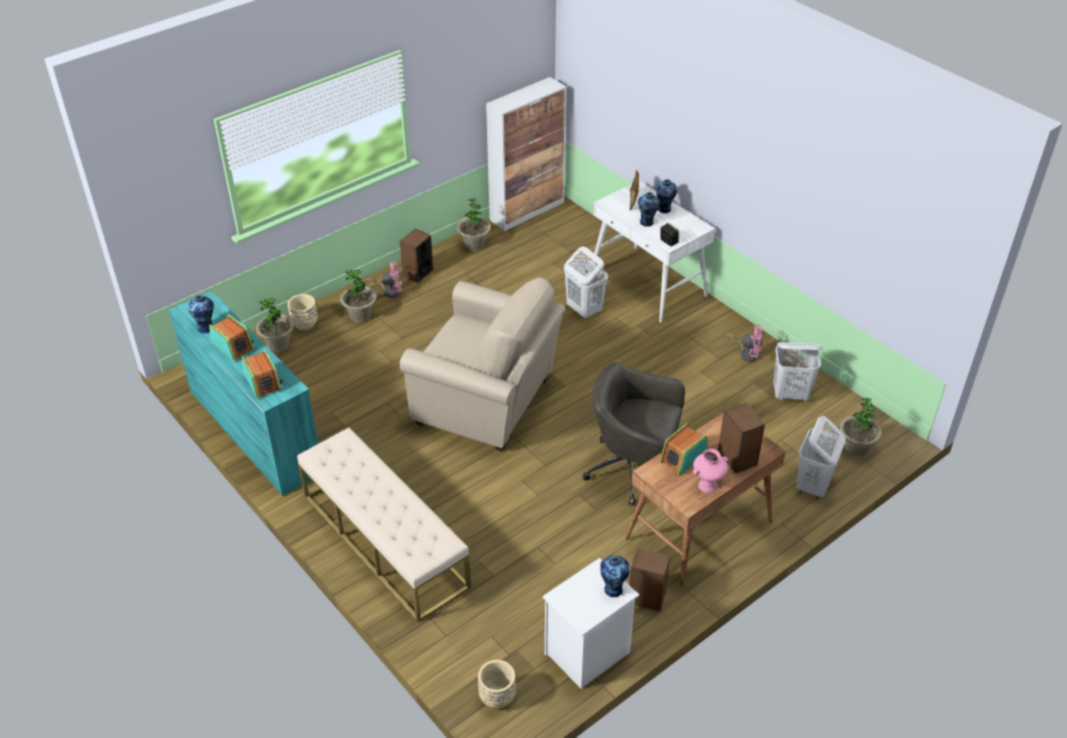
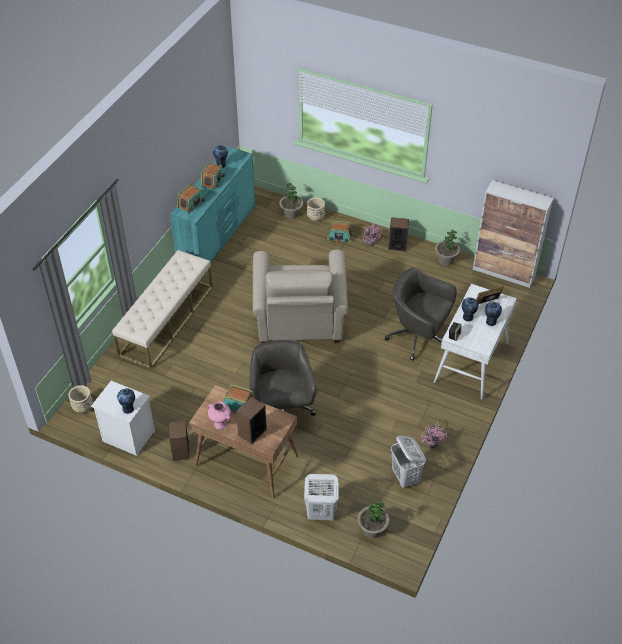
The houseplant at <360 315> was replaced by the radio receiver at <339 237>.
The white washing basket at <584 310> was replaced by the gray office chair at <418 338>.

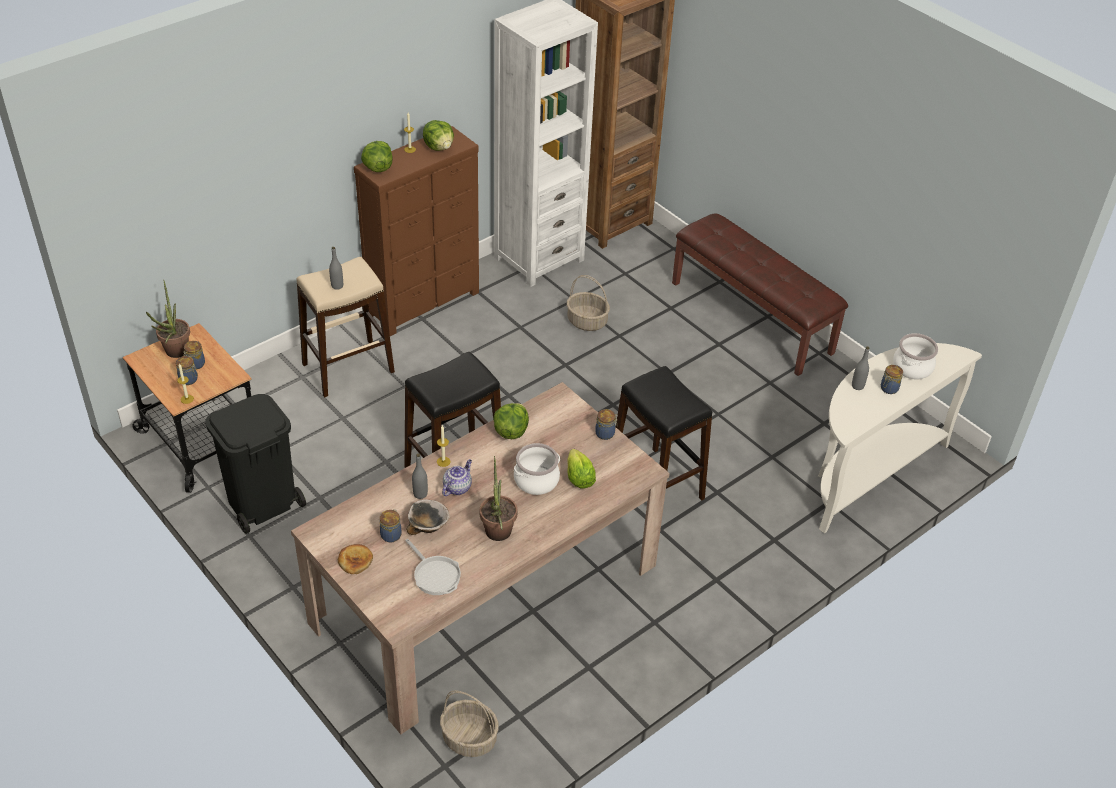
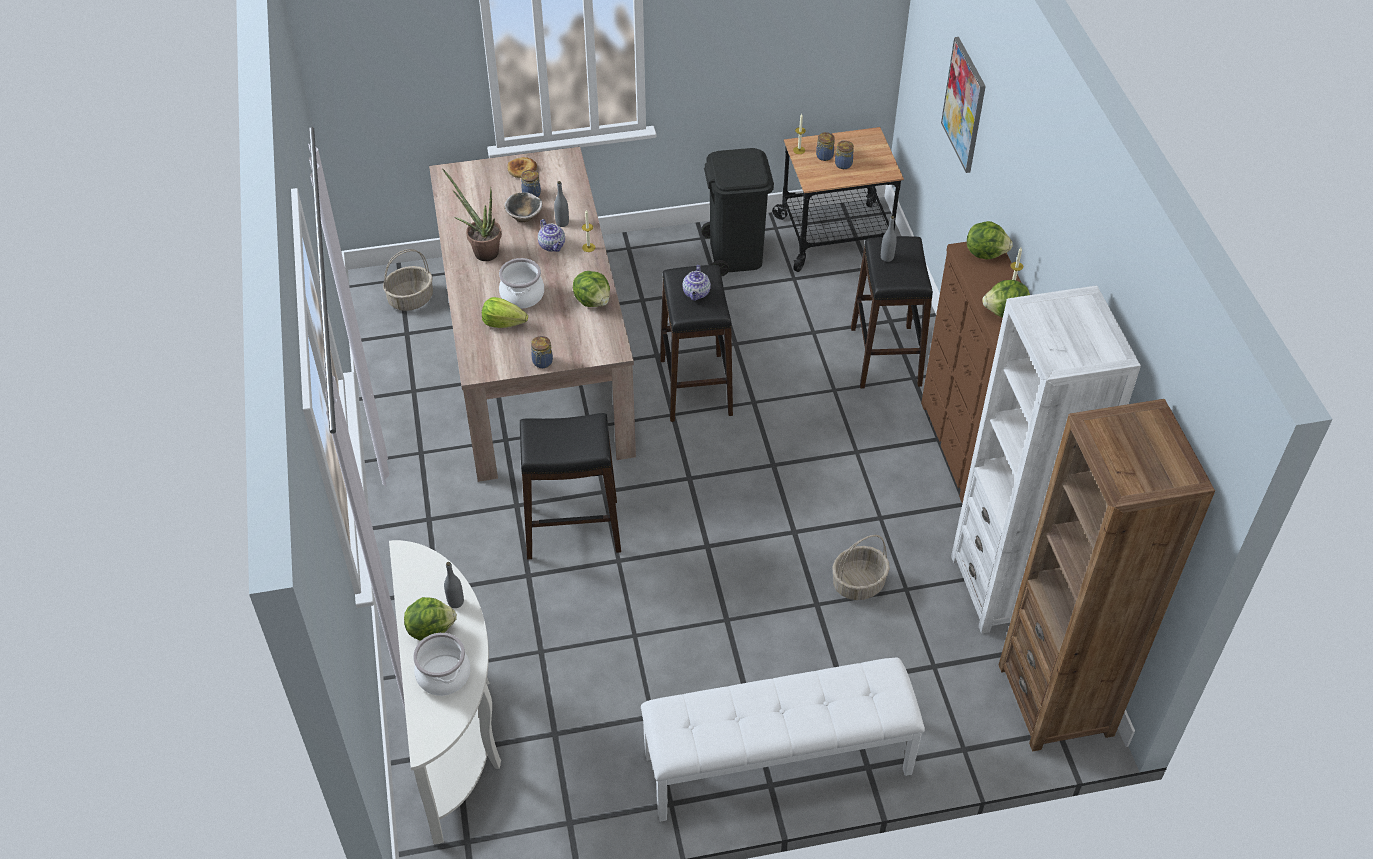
The houseplant at <175 354> disappeared.
The frying pan at <435 575> disappeared.
The tea pot at <696 293> appeared.
The wall art at <964 105> appeared.
The jar at <888 389> was replaced by the head of lettuce at <430 629>.
The beige-coloured stool at <348 368> became the black-coloured stool at <885 356>.
The brownish long seat at <752 317> became the white long seat at <777 765>.

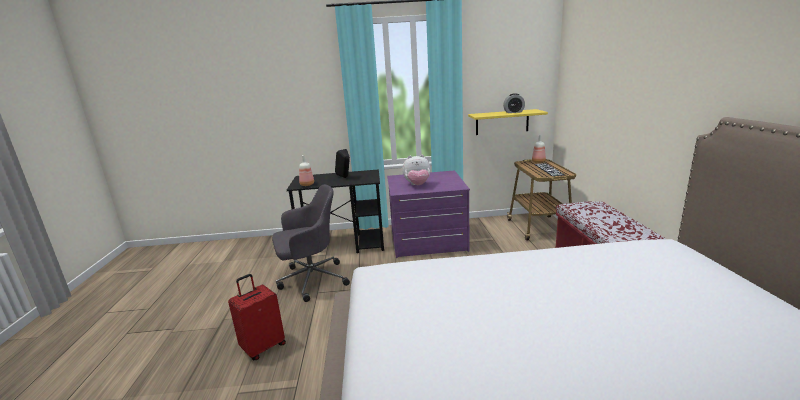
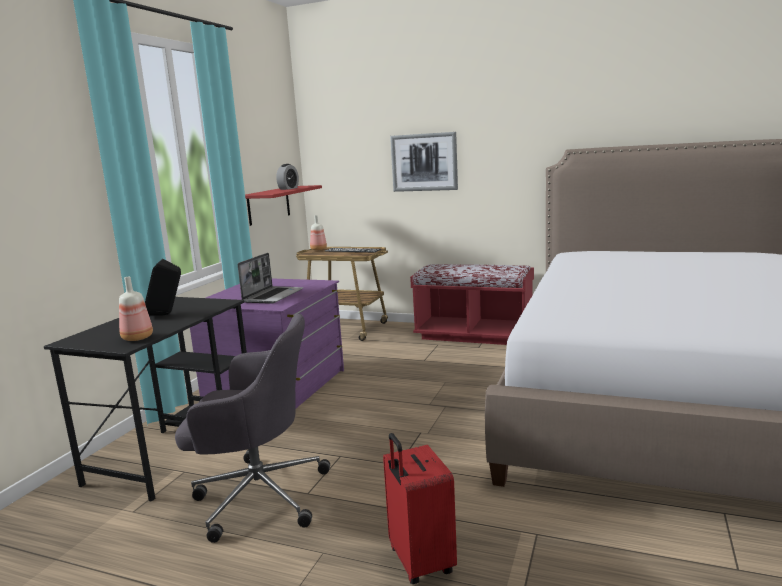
The wall art at <424 162> appeared.
The soft toy at <417 185> was replaced by the portable computer at <273 296>.
The yellow-coloured wall shelf at <502 122> became the red wall shelf at <269 205>.
The gray office chair at <311 280> turned 90 degrees clockwise.

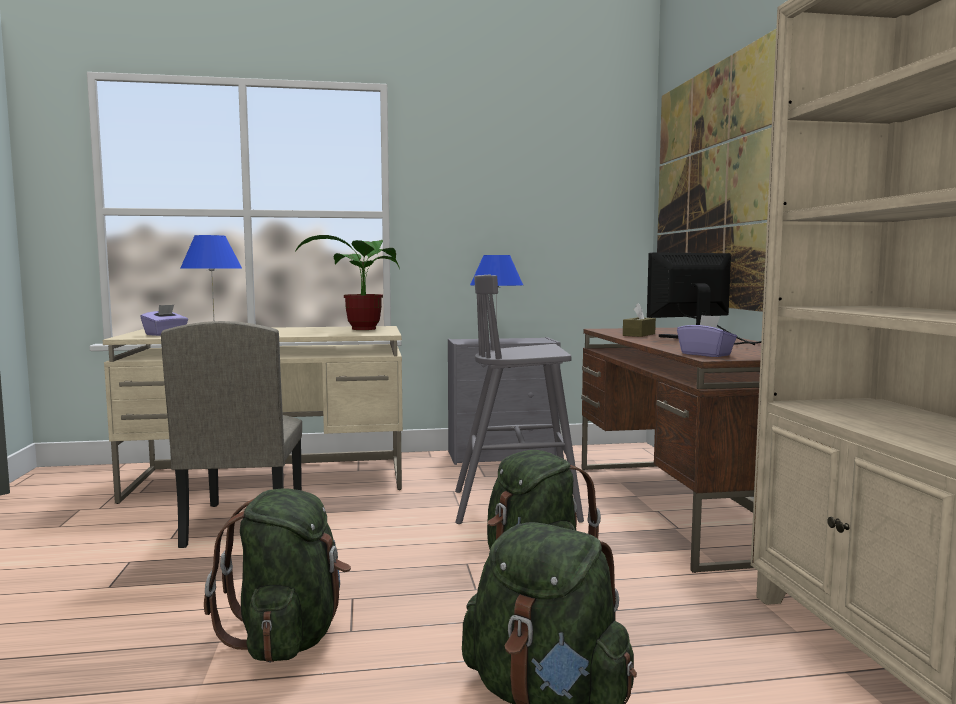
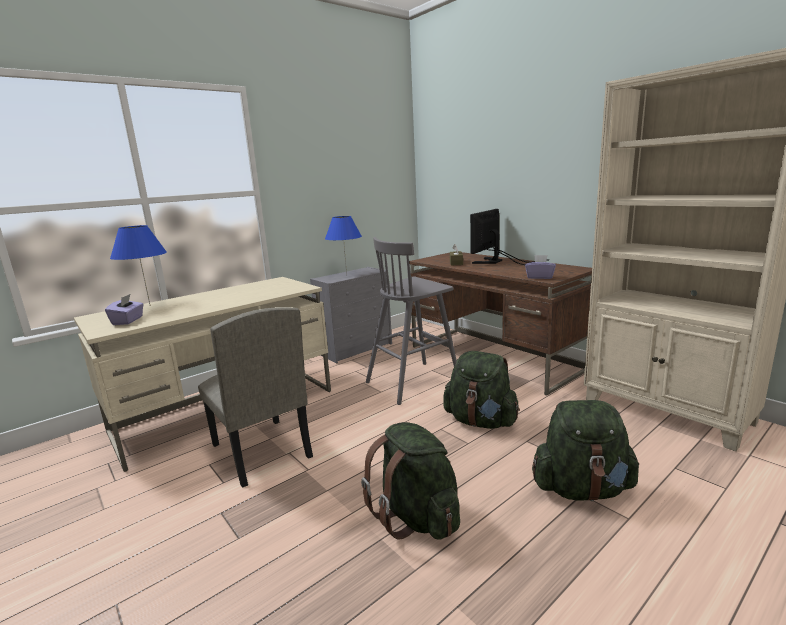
The houseplant at <358 329> disappeared.
The wall art at <708 188> disappeared.

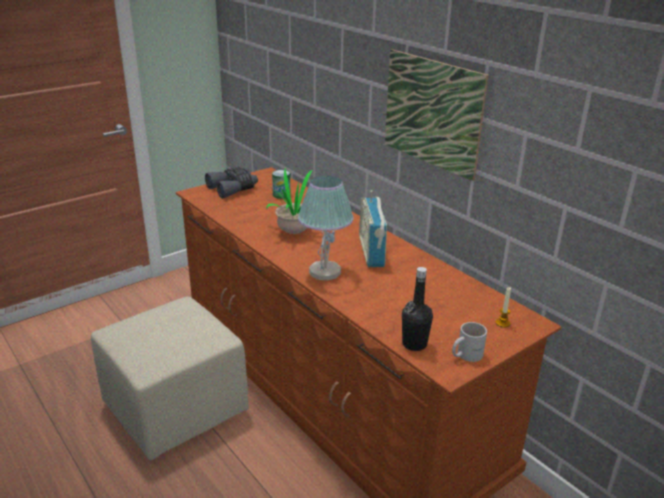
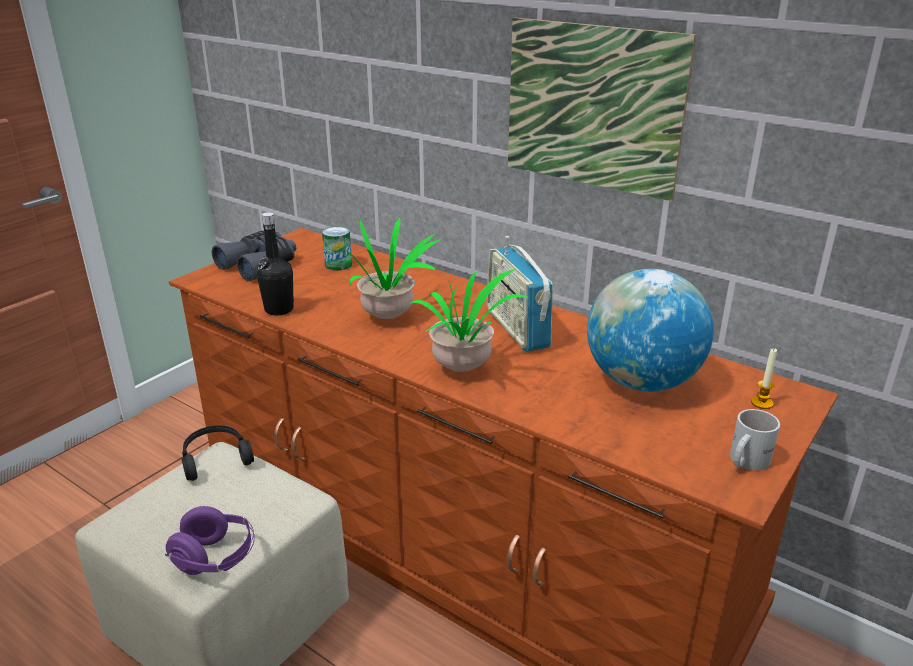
The purplish headset at <215 559> appeared.
The black-coloured headset at <215 458> appeared.
The desk globe at <641 382> appeared.
The black-coloured beverage bottle moved from <414 344> to <279 309>.
The tabletop lamp at <324 272> was replaced by the houseplant at <466 369>.

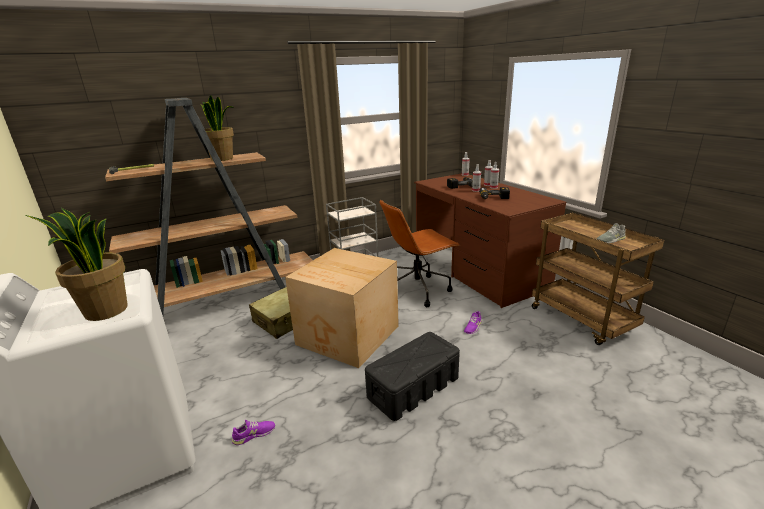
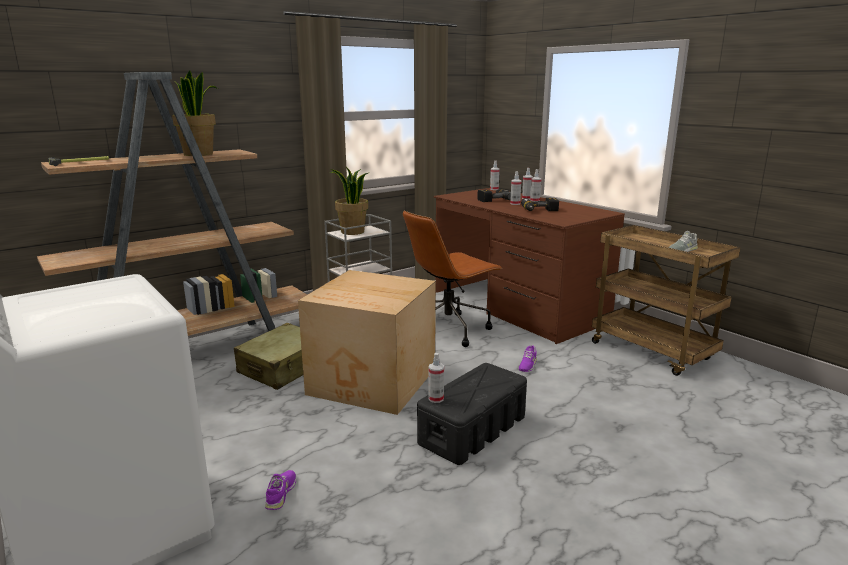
The spray bottle at <436 398> appeared.
The houseplant moved from <105 311> to <352 232>.
The purplish shoe at <254 434> turned 45 degrees counterclockwise.

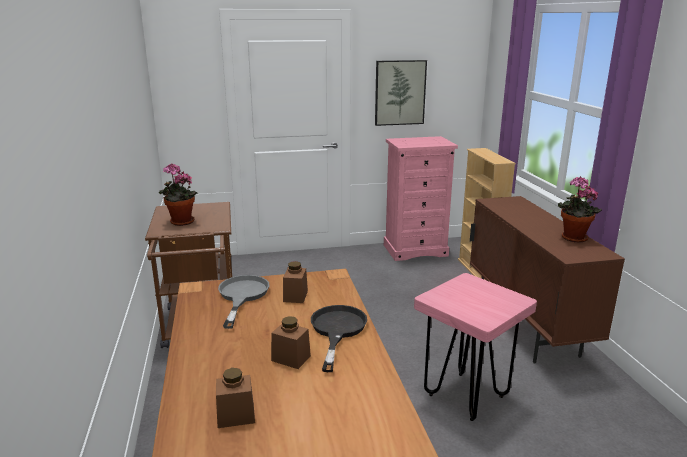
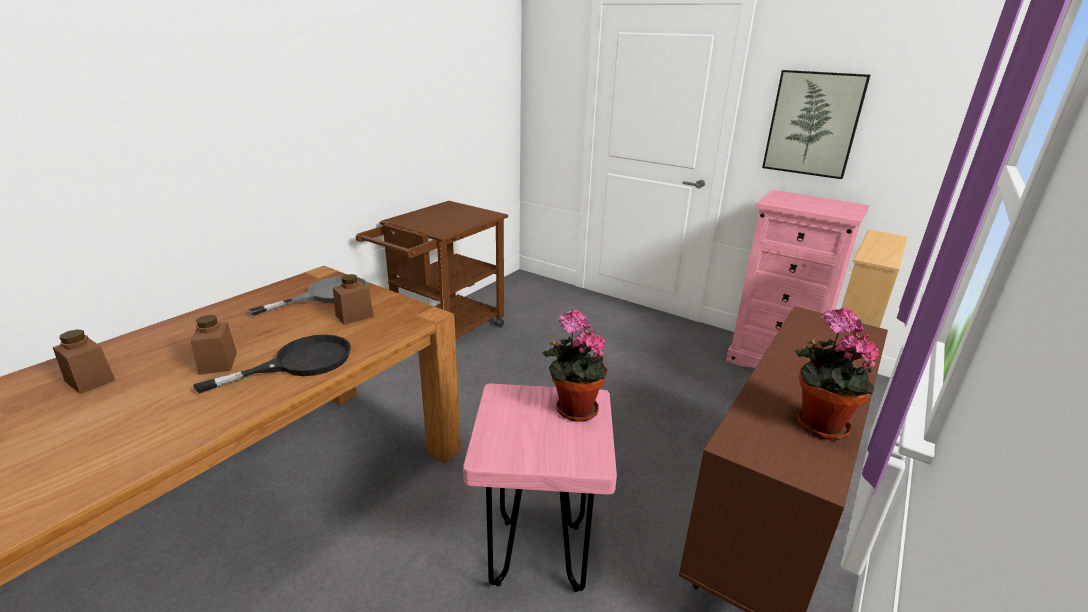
The houseplant moved from <180 222> to <572 409>.

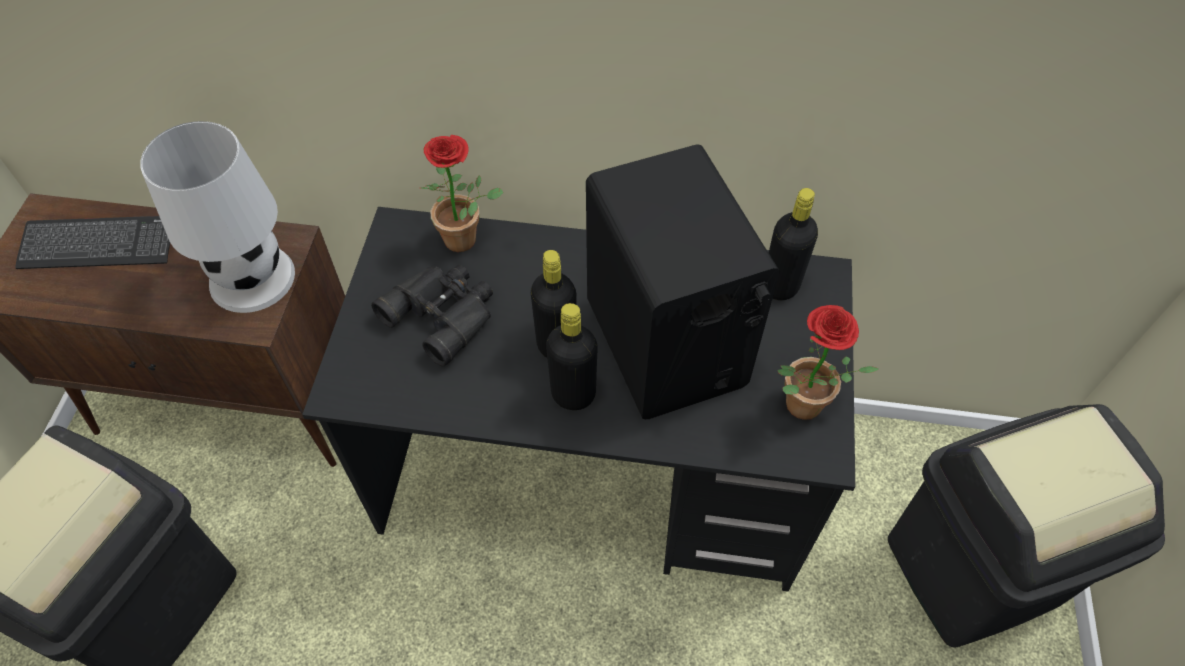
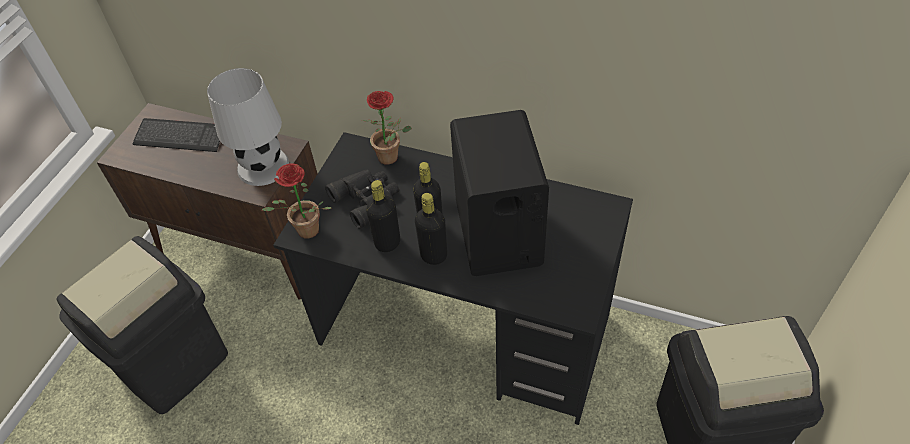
The black-coloured beverage bottle moved from <780 286> to <387 243>.
The houseplant moved from <801 411> to <305 233>.

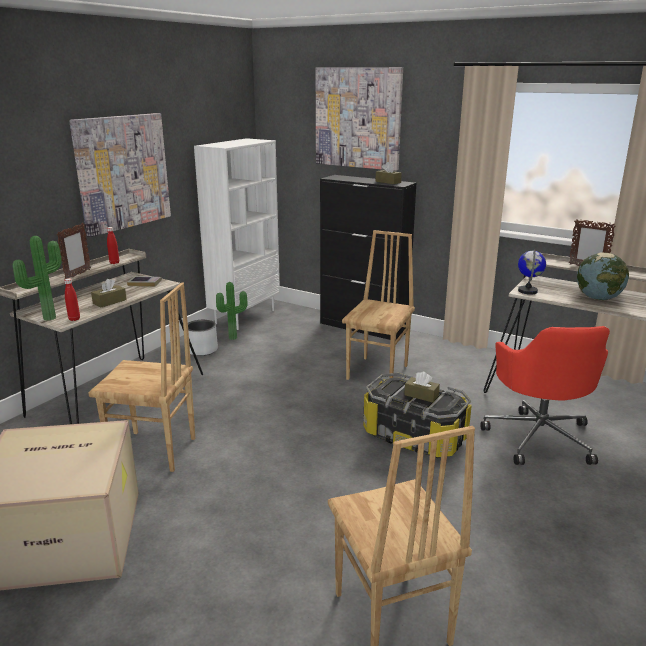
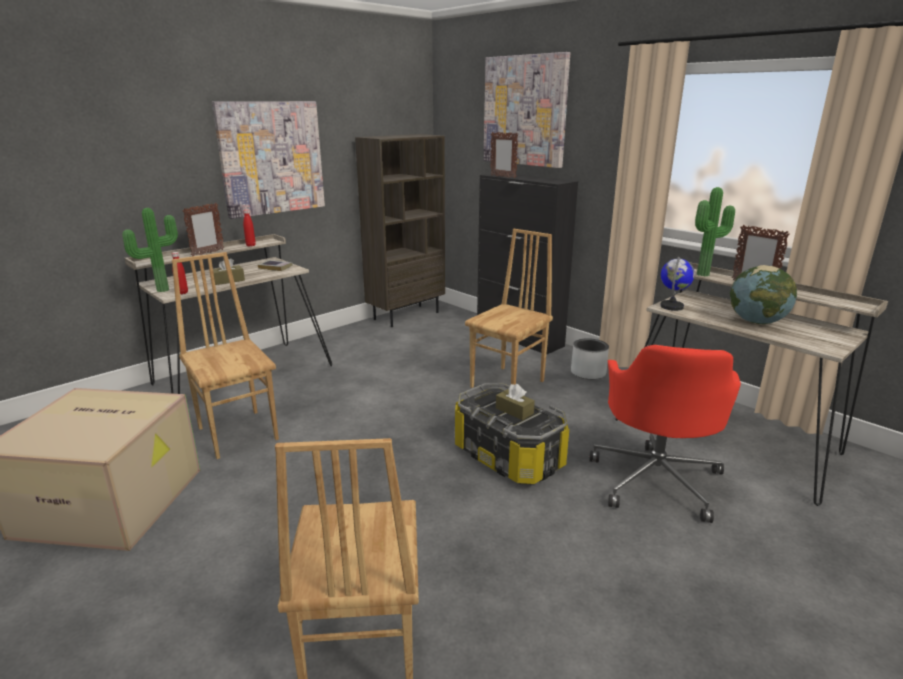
The brownish box of tissues at <388 182> disappeared.
The picture frame at <503 176> appeared.
The gray plant pot moved from <202 350> to <588 373>.
The houseplant moved from <234 338> to <705 275>.
The white bookcase at <245 316> became the brownish bookcase at <406 315>.
The brownish chair at <153 452> turned 150 degrees counterclockwise.

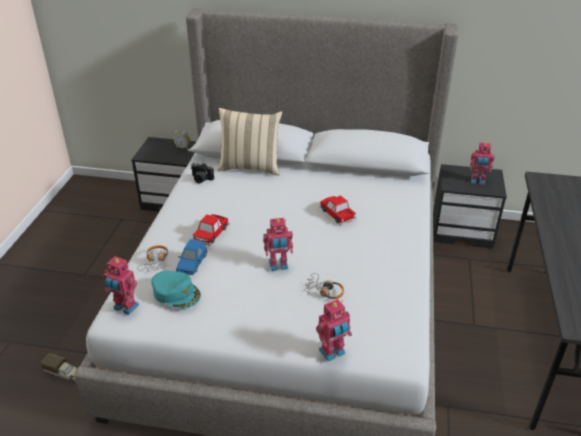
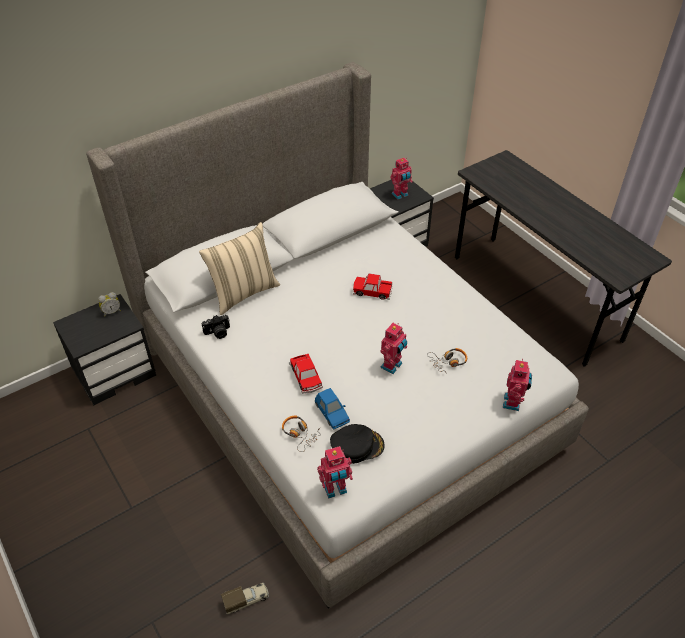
The turquoise cap at <176 293> became the black-coloured cap at <357 446>.

